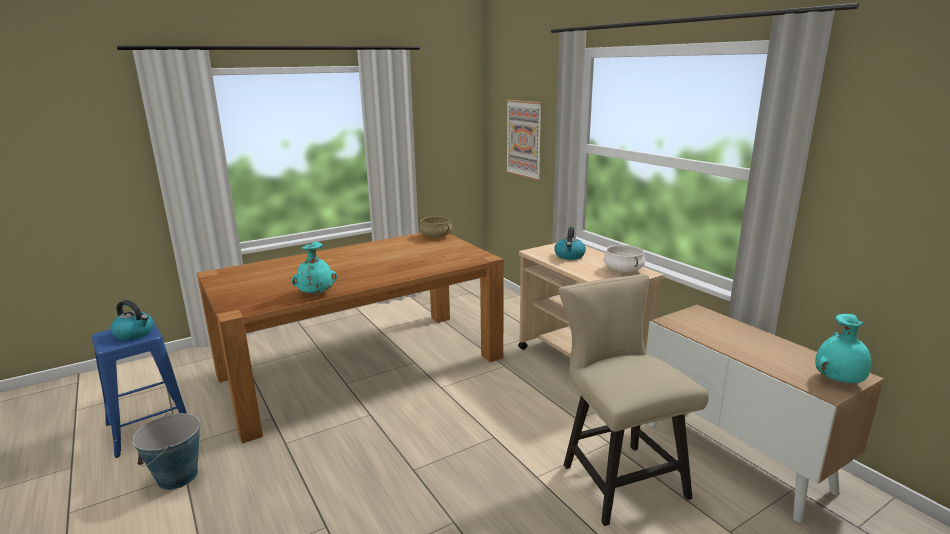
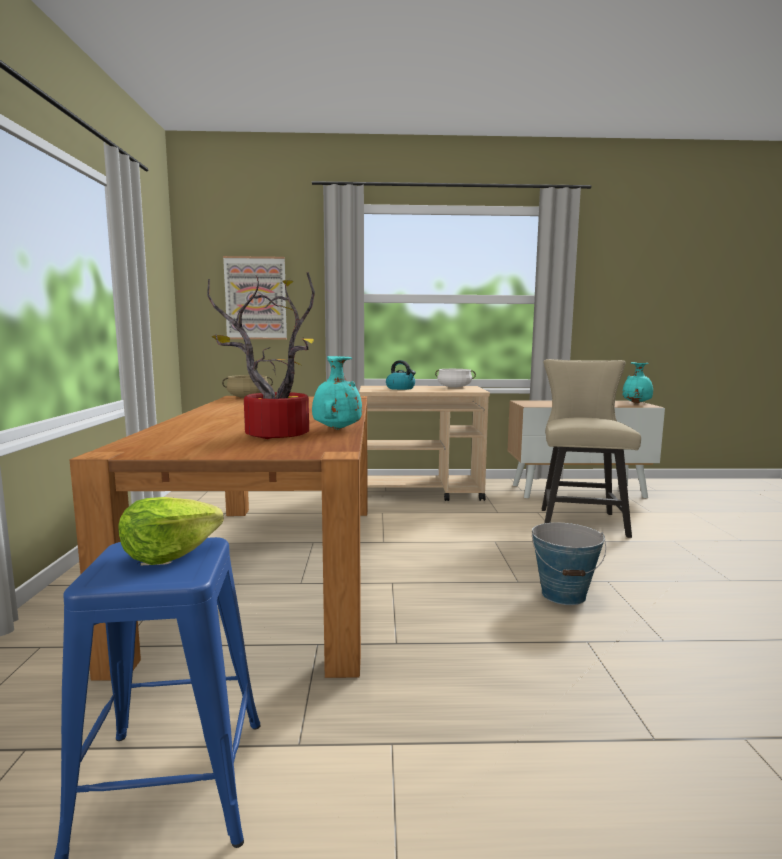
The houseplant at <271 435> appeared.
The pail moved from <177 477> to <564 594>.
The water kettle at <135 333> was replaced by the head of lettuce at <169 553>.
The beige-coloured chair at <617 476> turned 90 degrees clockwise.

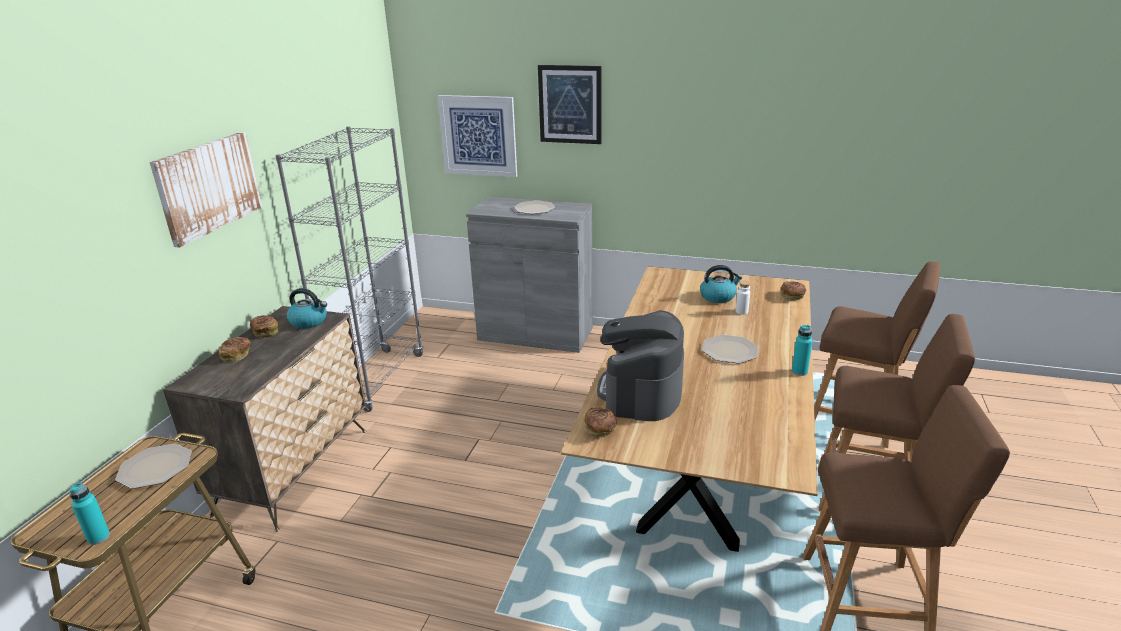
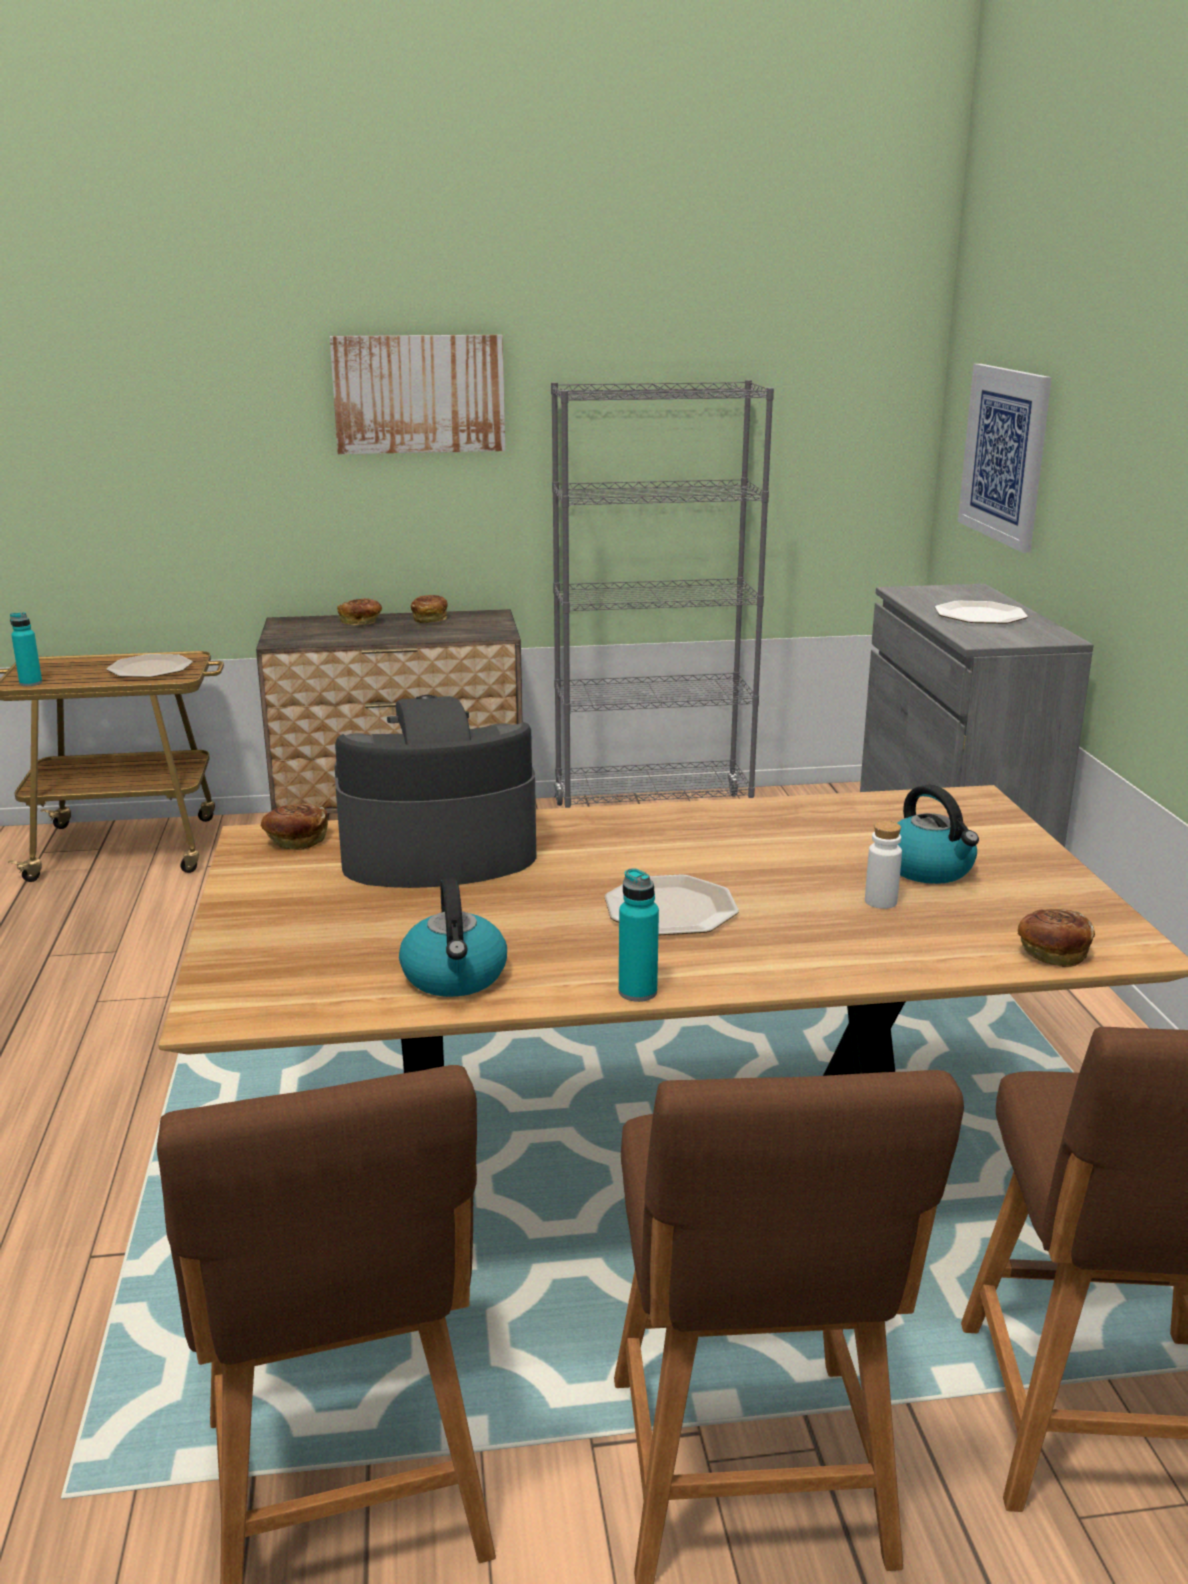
The wall art at <570 104> disappeared.
The water kettle moved from <309 321> to <455 977>.

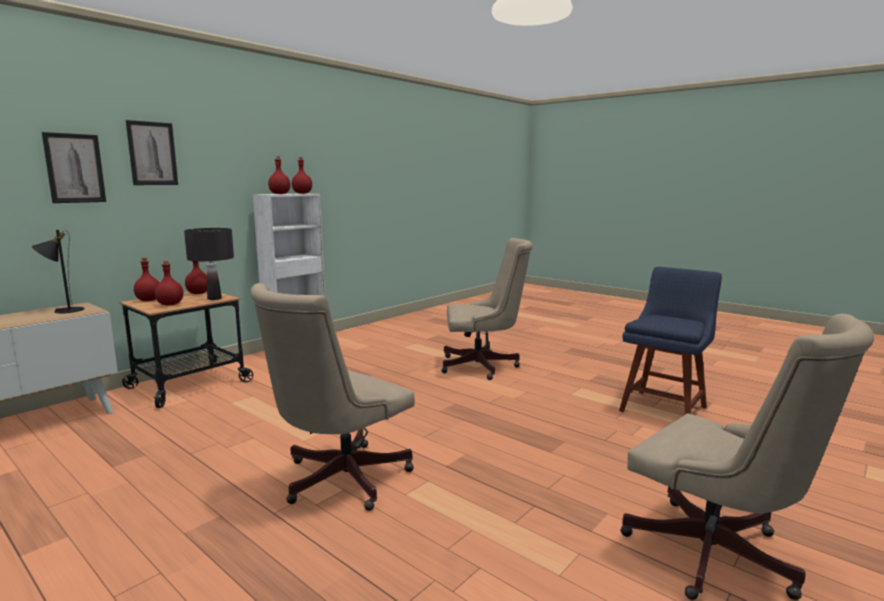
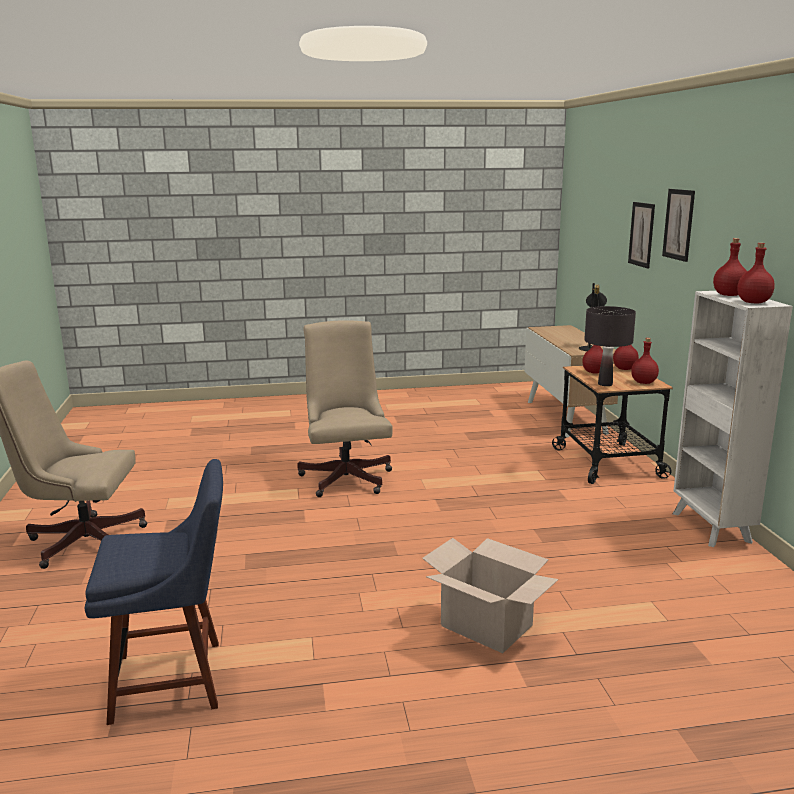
The beige-coloured office chair at <483 366> was replaced by the packing box at <485 626>.
The blue-coloured chair at <664 407> turned 90 degrees counterclockwise.

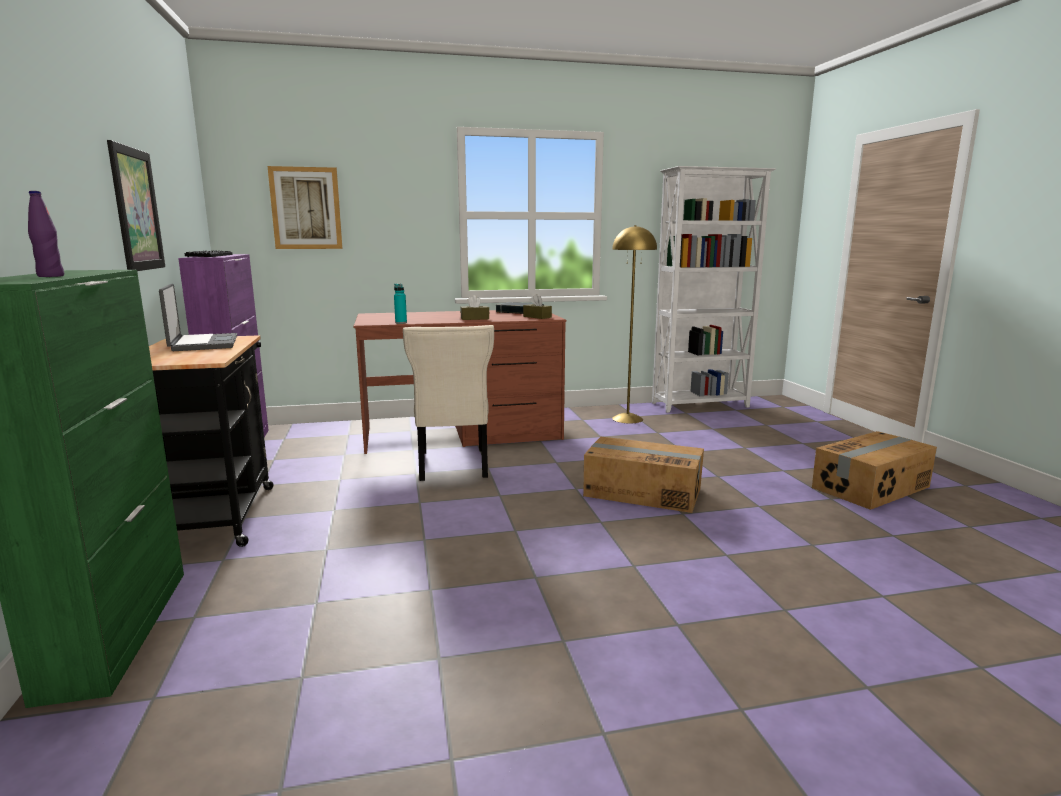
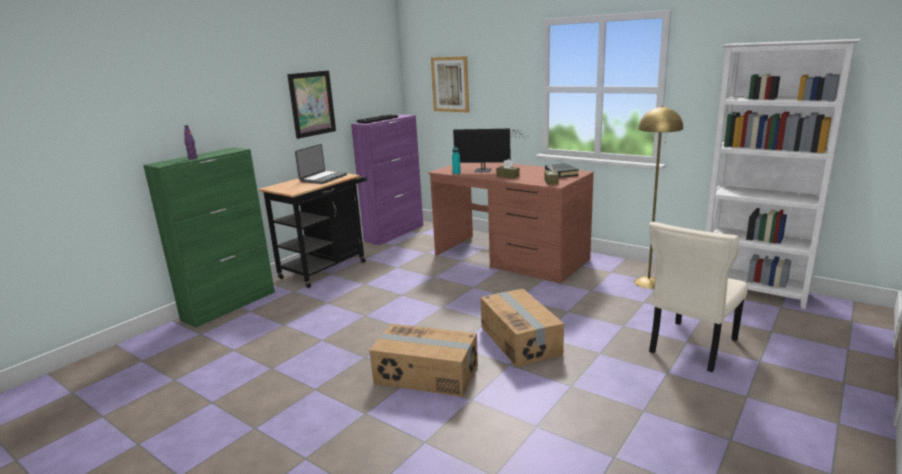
The monitor at <485 170> appeared.
The beige-coloured chair moved from <452 466> to <691 347>.
The packing box moved from <871 487> to <426 375>.

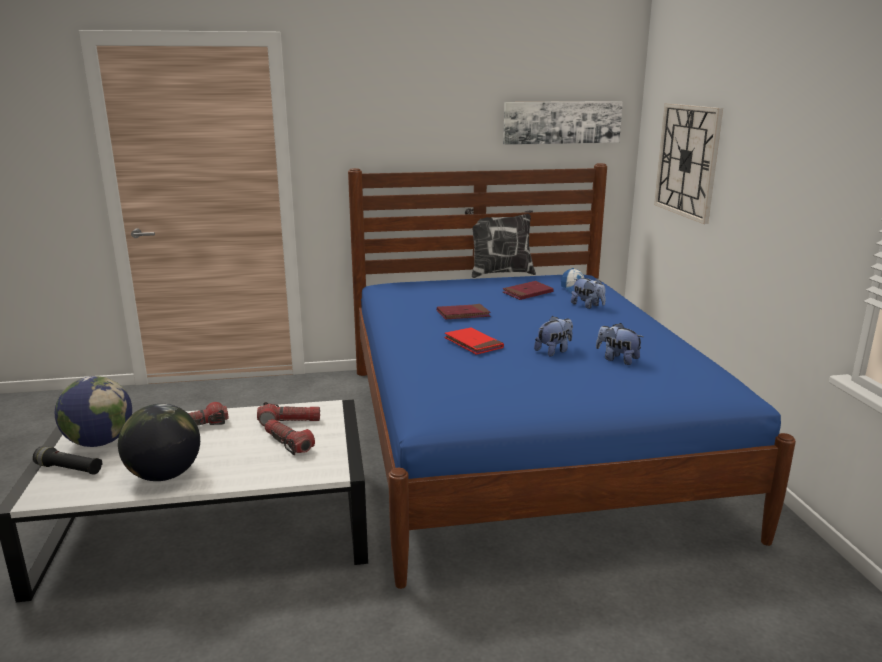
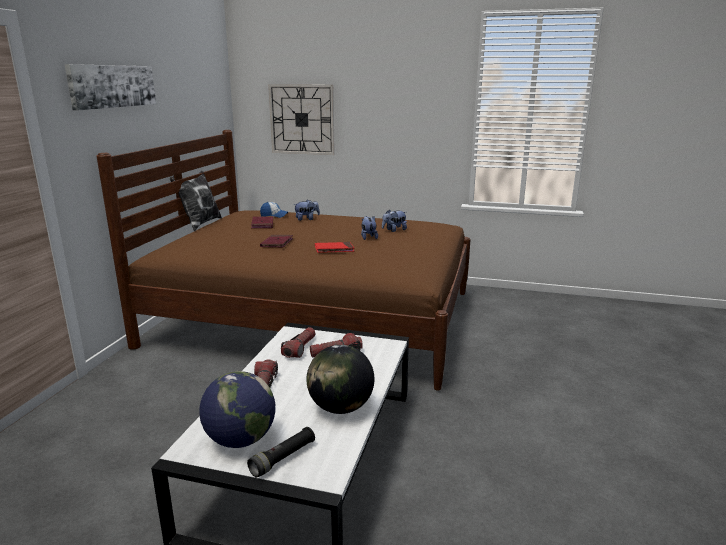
The wall art moved from <562 122> to <112 86>.
The blue-coloured sleeping bed at <519 440> became the brownish sleeping bed at <315 318>.

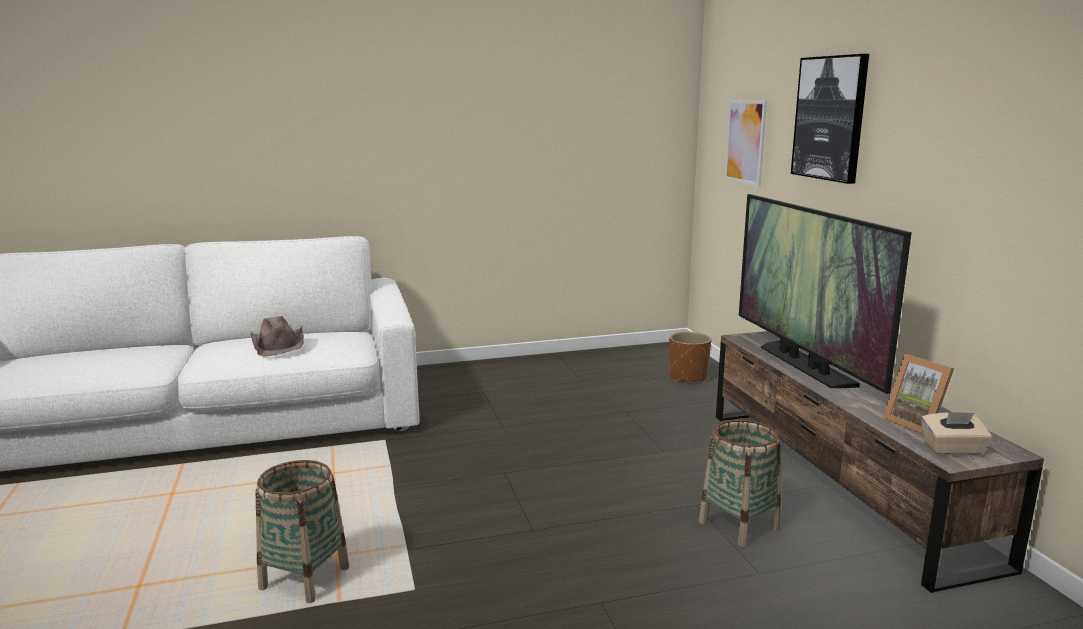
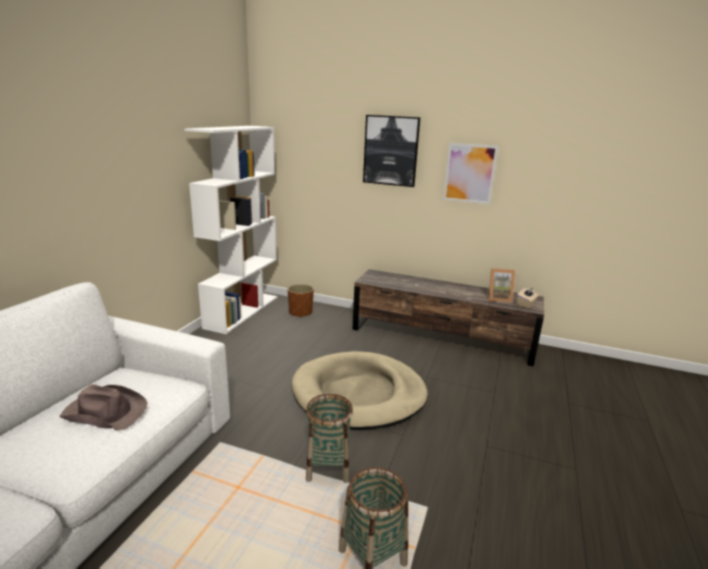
The TV at <804 365> disappeared.
The white bookcase at <242 311> appeared.
The beige-coloured pet bed at <359 394> appeared.
The basket moved from <738 525> to <327 467>.
The wall art moved from <745 141> to <469 173>.

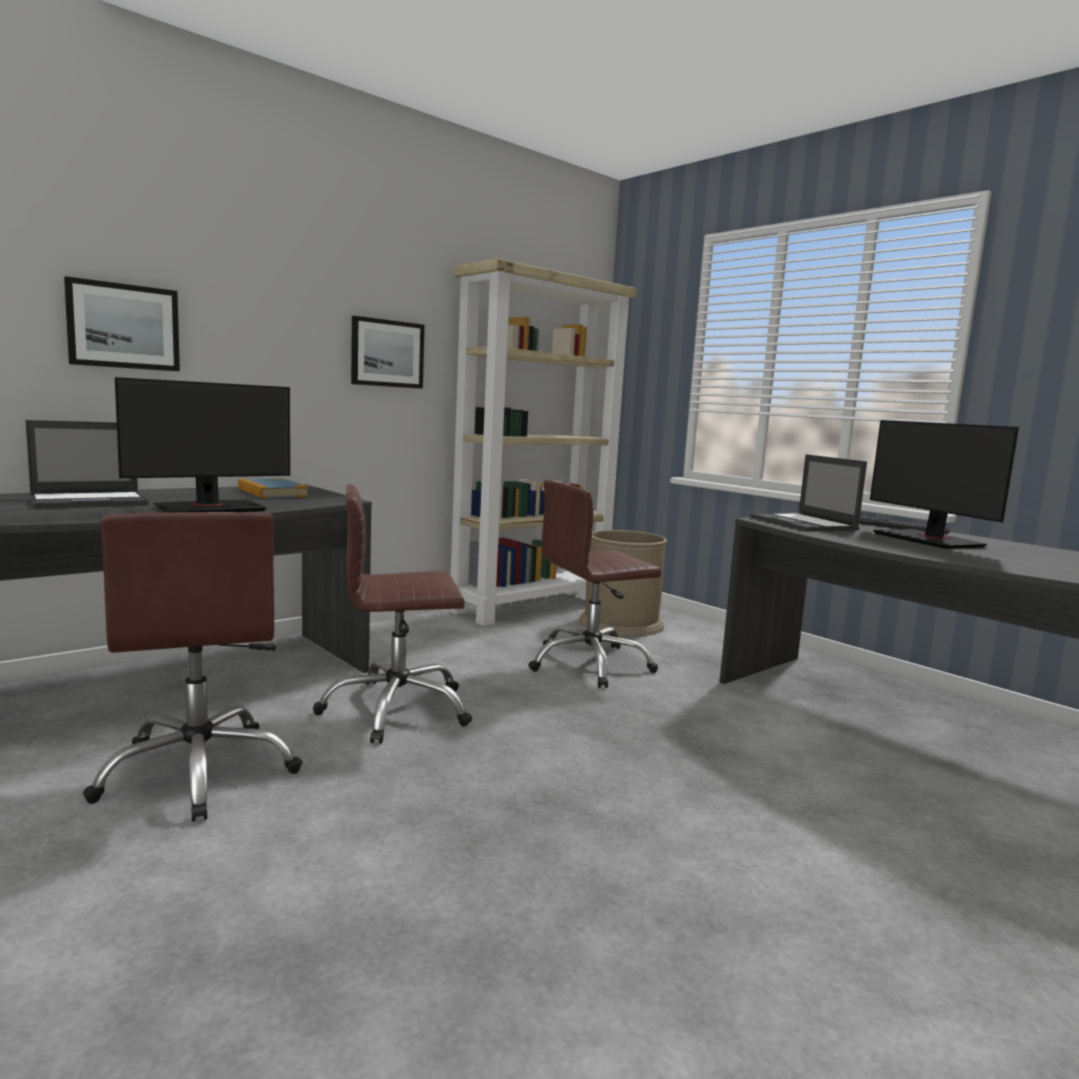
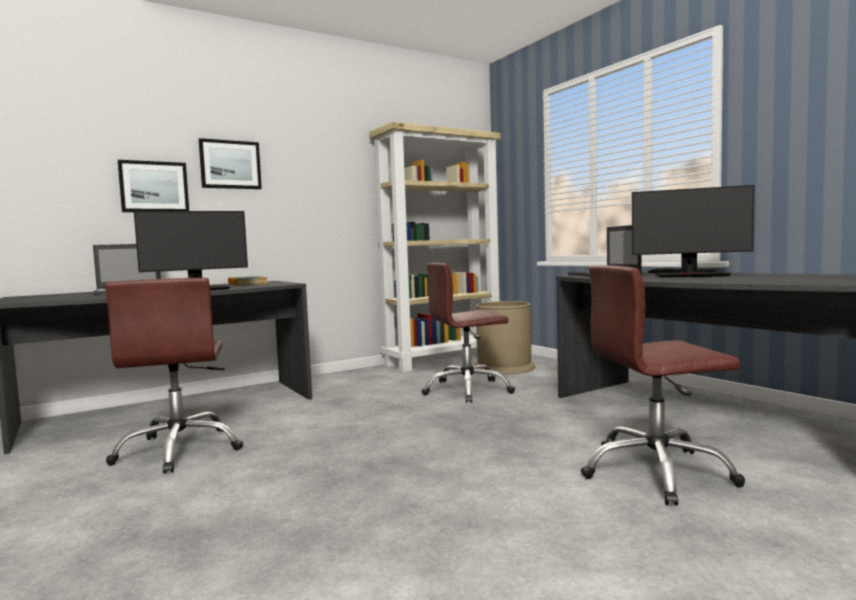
The brownish office chair moved from <396 709> to <656 472>.
The wall art moved from <387 353> to <230 164>.
The monitor at <929 540> turned 60 degrees counterclockwise.

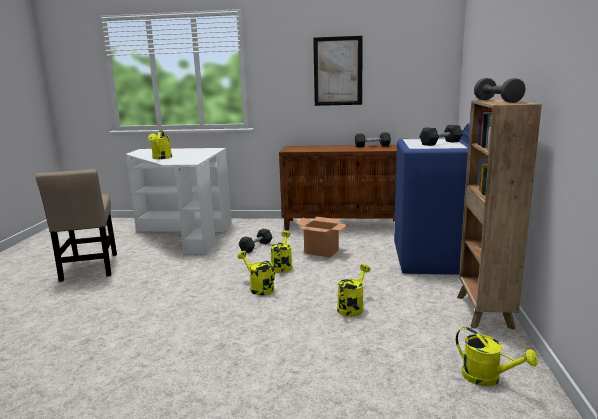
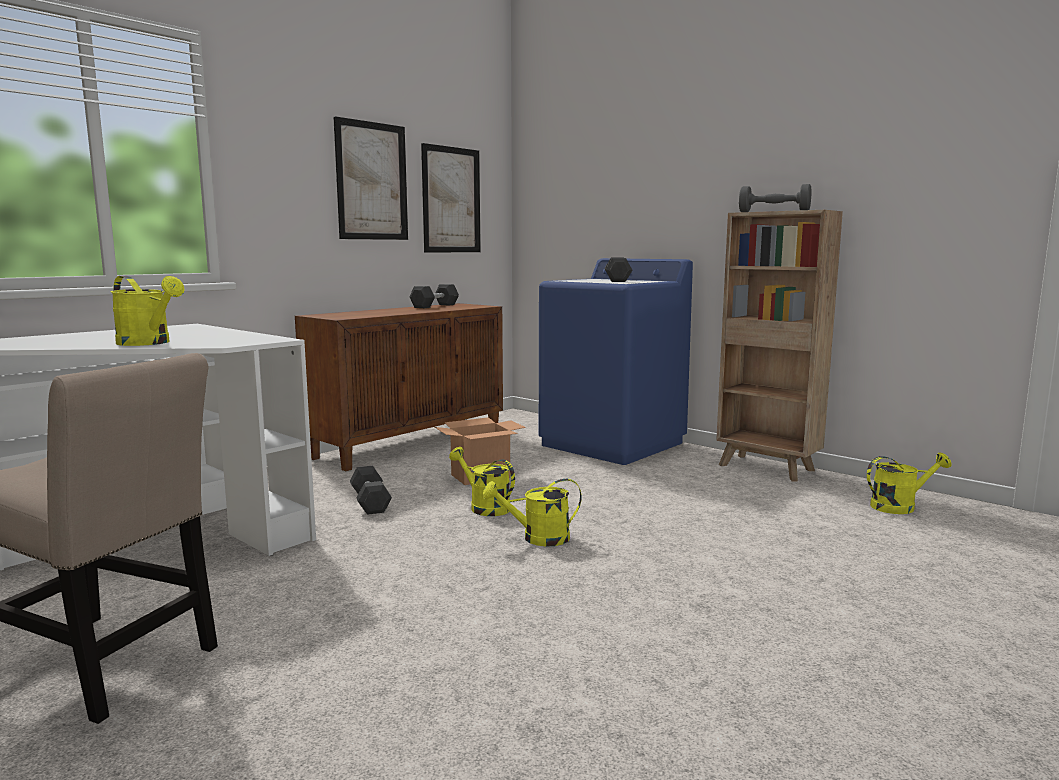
The yellow-coloured sprinkling can at <352 307> disappeared.
The wall art at <451 200> appeared.

